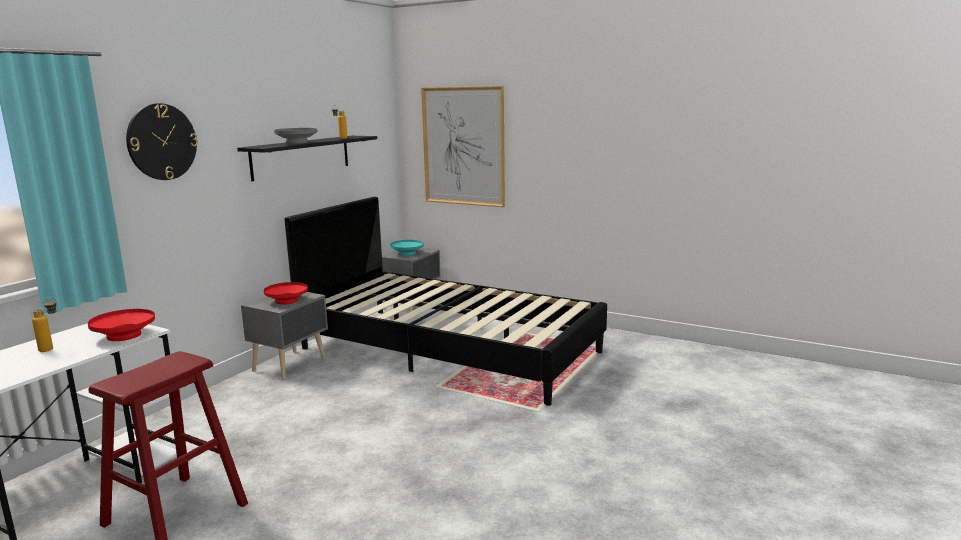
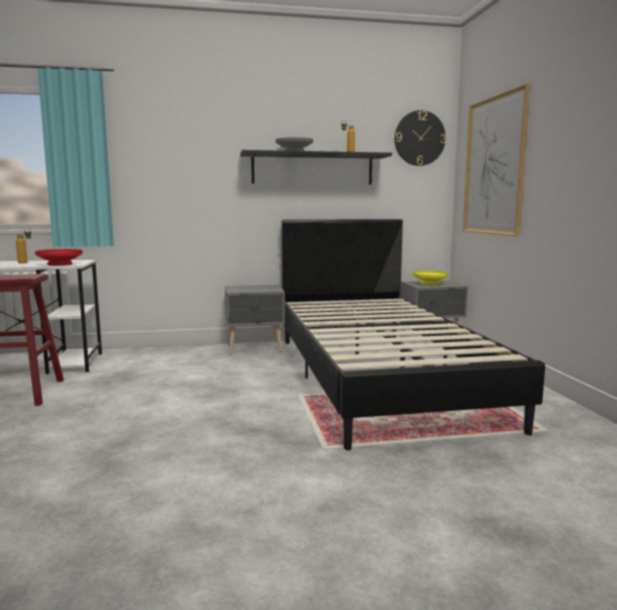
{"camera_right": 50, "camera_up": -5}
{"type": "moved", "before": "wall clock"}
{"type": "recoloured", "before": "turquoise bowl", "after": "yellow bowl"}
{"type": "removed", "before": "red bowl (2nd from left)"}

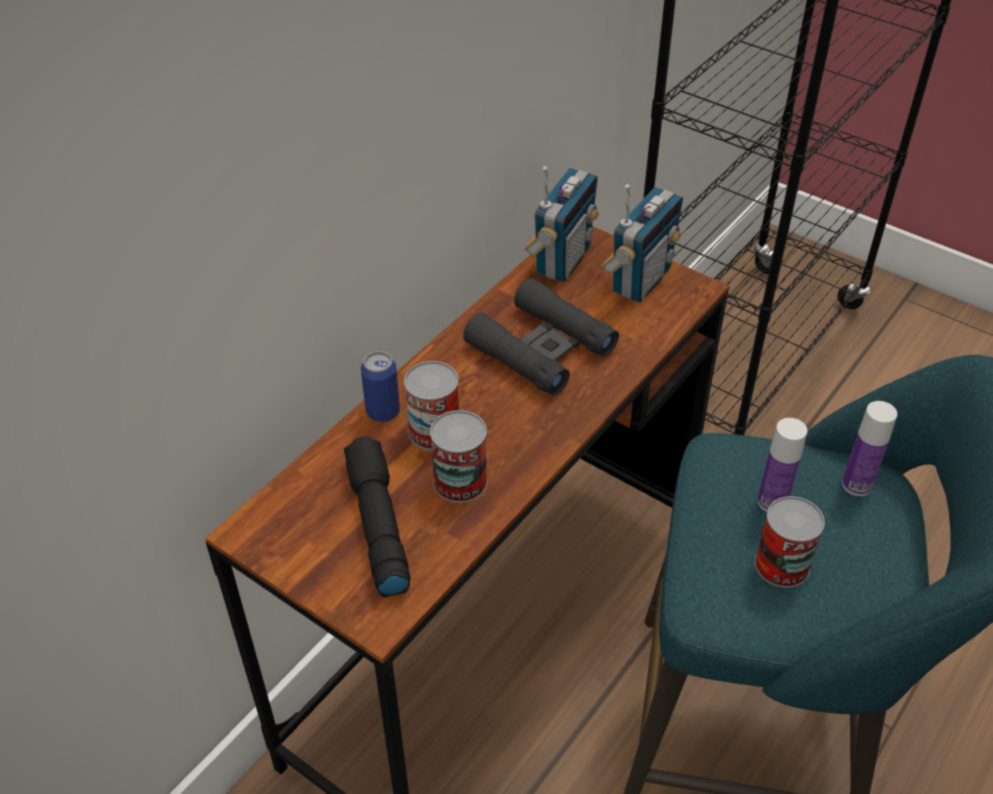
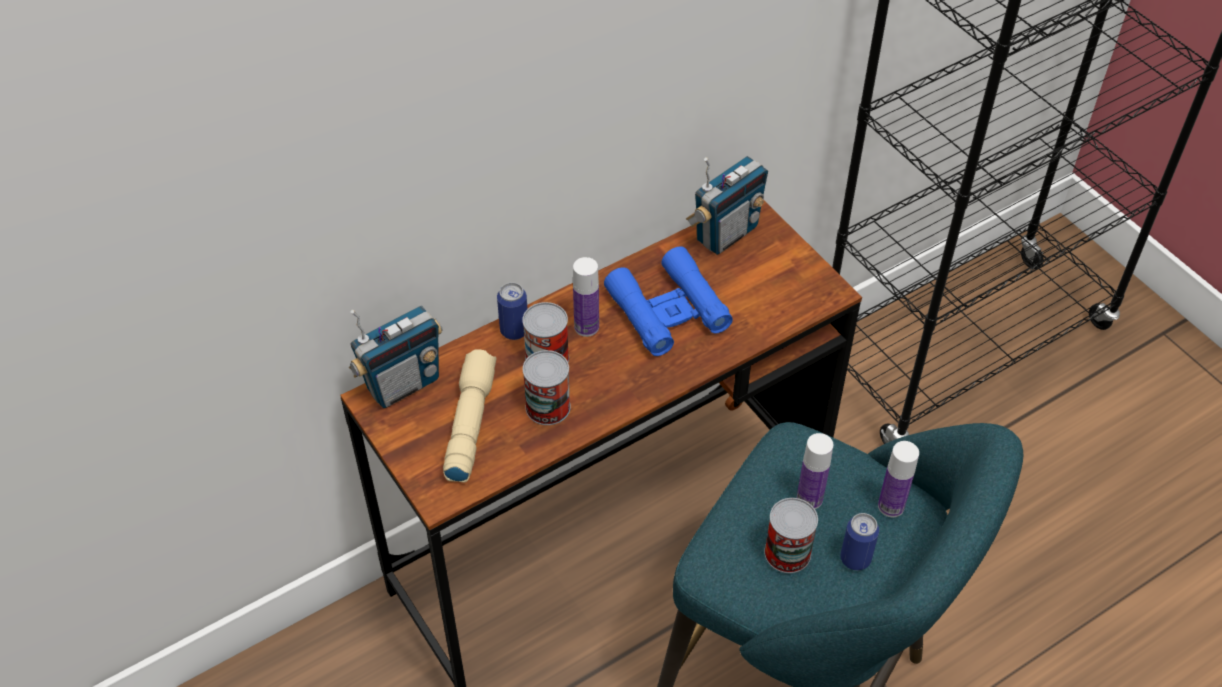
{"camera_right": 20, "camera_up": 5}
{"type": "moved", "before": "radio (2nd from left in the first image)", "after": "radio (1st from left)"}
{"type": "recoloured", "before": "black binoculars", "after": "blue binoculars"}
{"type": "recoloured", "before": "black flashlight", "after": "beige flashlight"}
{"type": "added", "after": "bottle (1st from left)"}
{"type": "added", "after": "can (5th from left)"}

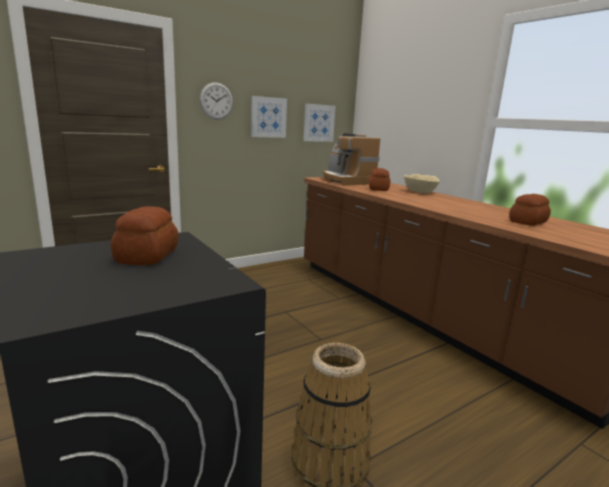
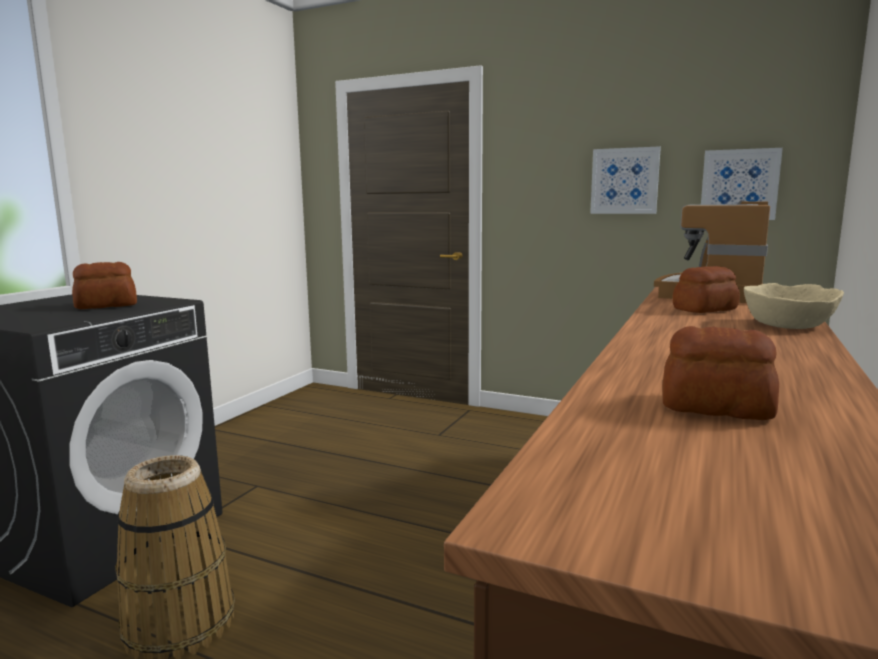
{"camera_right": 60, "camera_up": -5}
{"type": "removed", "before": "wall clock"}

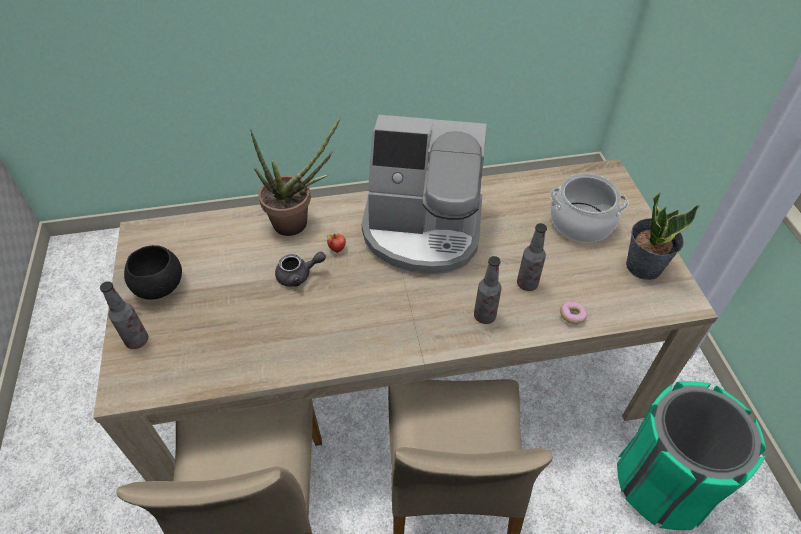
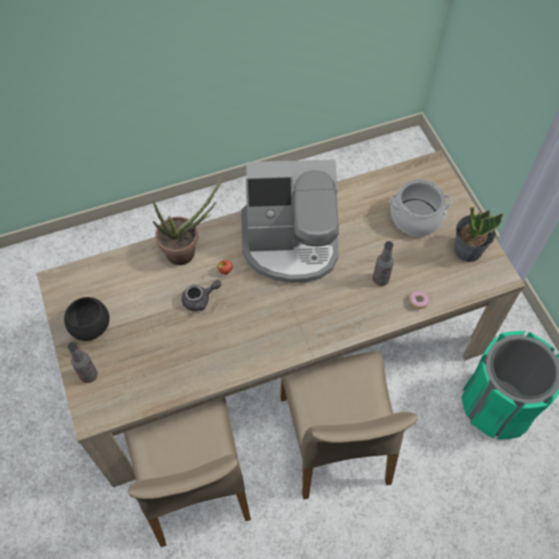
{"camera_right": -10, "camera_up": 10}
{"type": "removed", "before": "bottle (2nd from left)"}

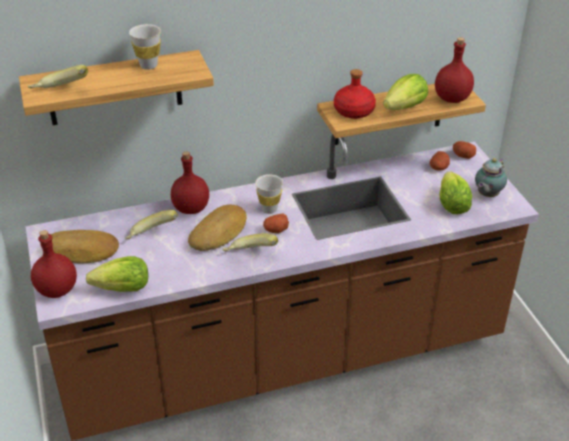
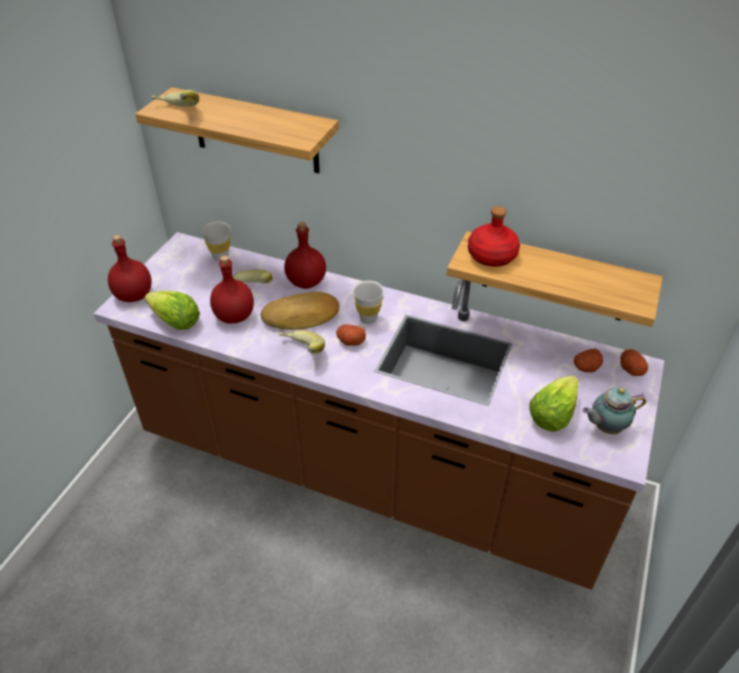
{"camera_right": 40, "camera_up": 5}
{"type": "moved", "before": "white cup (1st from left)"}
{"type": "moved", "before": "red bottle (4th from left in the first image)", "after": "red bottle (2nd from left)"}
{"type": "removed", "before": "lettuce (2nd from left)"}
{"type": "removed", "before": "bread (1st from left)"}

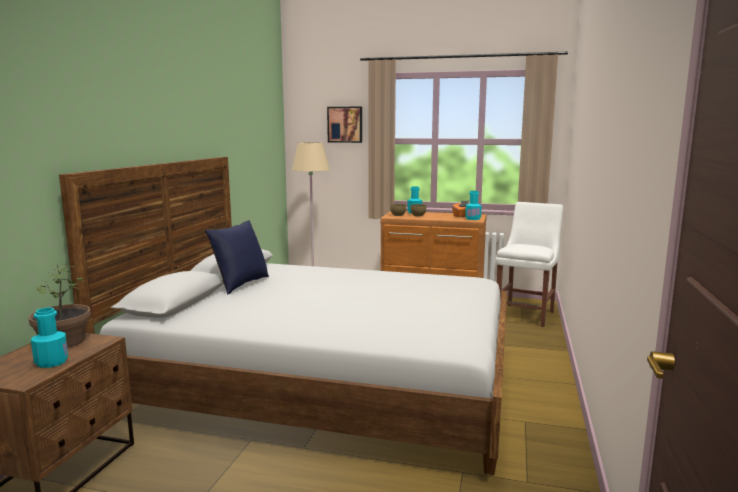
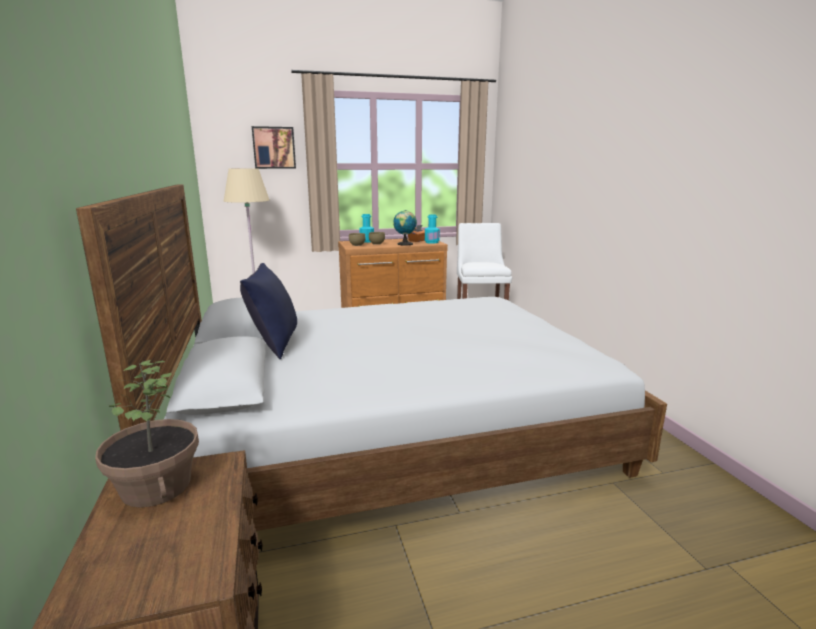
{"camera_right": -30, "camera_up": 5}
{"type": "removed", "before": "turquoise bottle (1st from left)"}
{"type": "added", "after": "globe"}

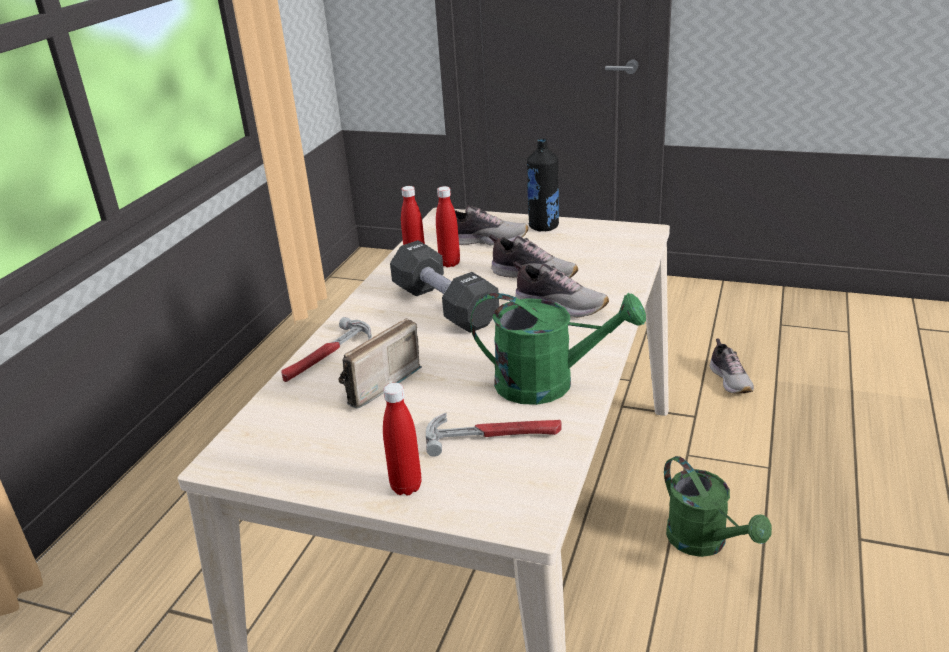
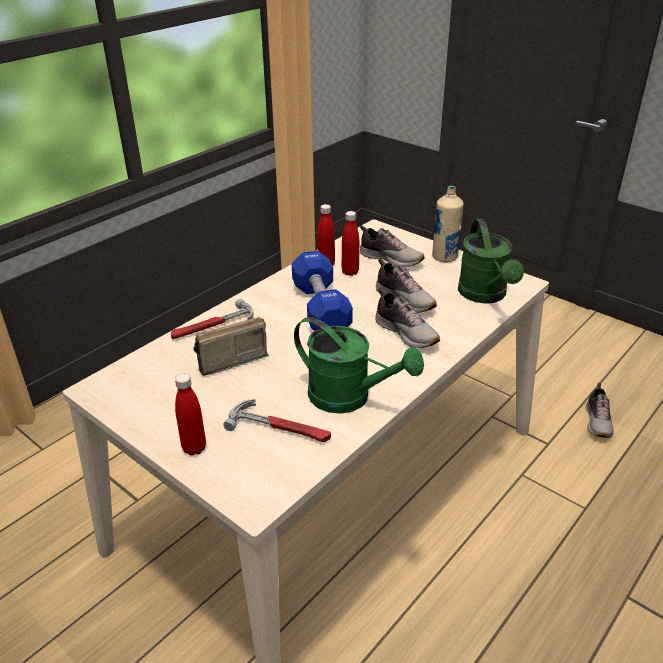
{"camera_right": 20, "camera_up": 5}
{"type": "recoloured", "before": "black bottle", "after": "beige bottle"}
{"type": "recoloured", "before": "black dumbbell", "after": "blue dumbbell"}
{"type": "moved", "before": "green watering can (2nd from left)"}

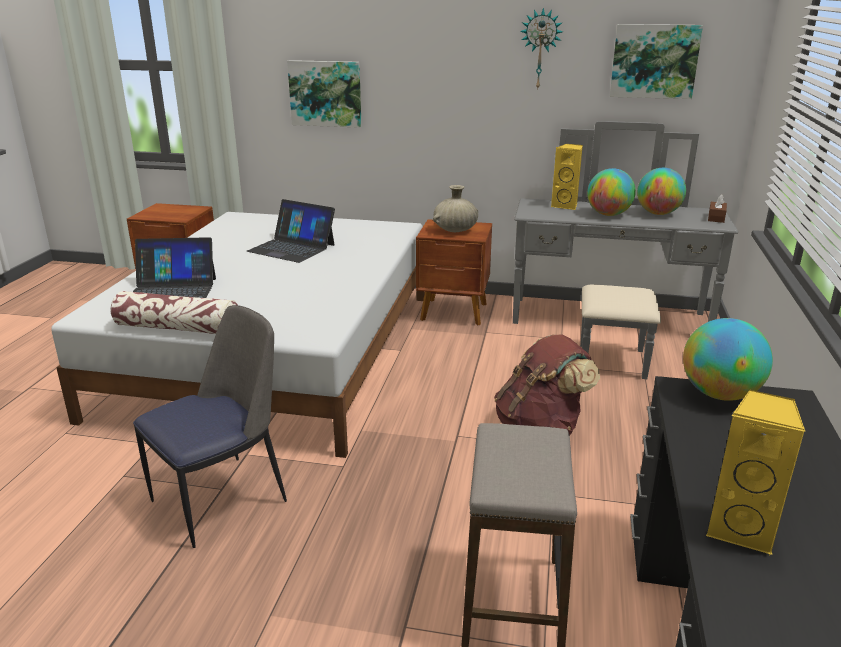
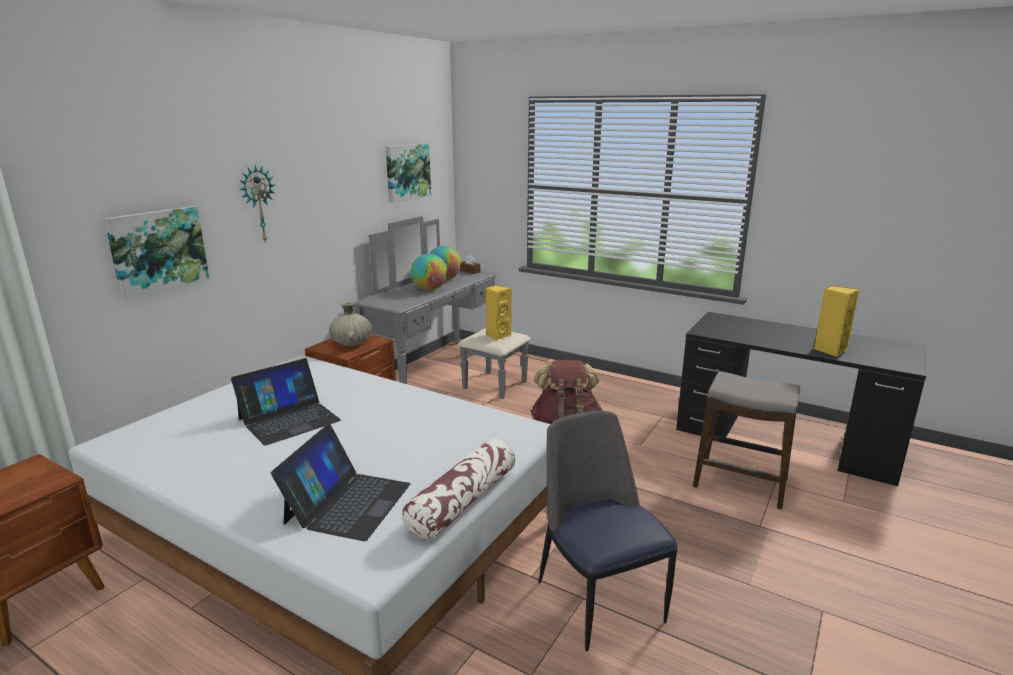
{"camera_right": -70, "camera_up": -5}
{"type": "moved", "before": "wall clock"}
{"type": "moved", "before": "yellow speaker (1st from left)"}
{"type": "removed", "before": "globe (3rd from left)"}

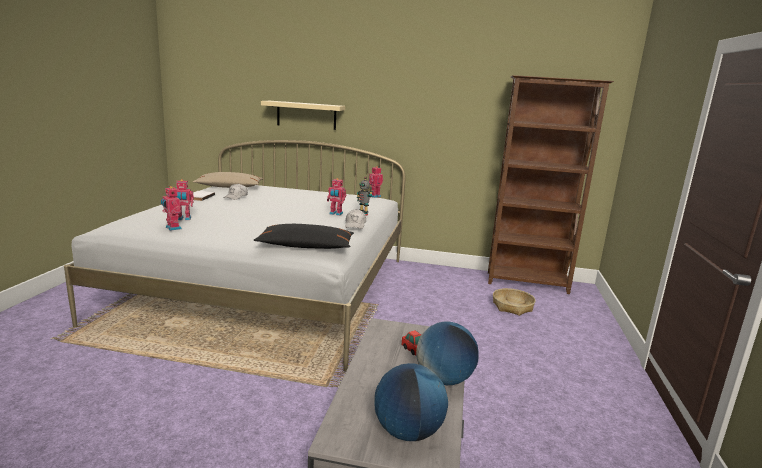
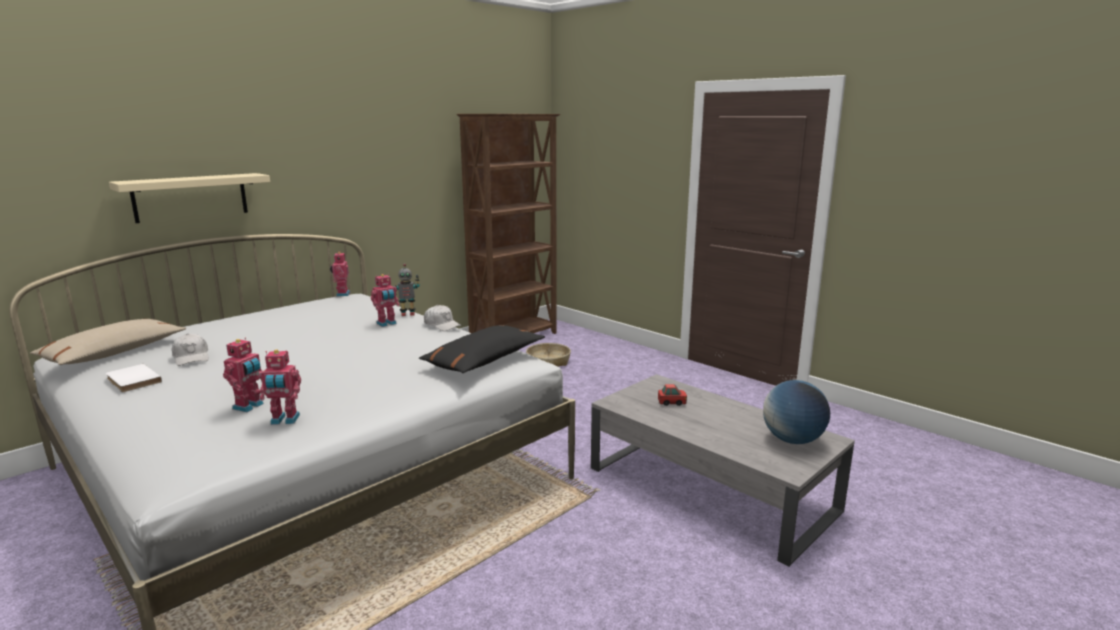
{"camera_right": -55, "camera_up": 0}
{"type": "removed", "before": "globe (2nd from left)"}

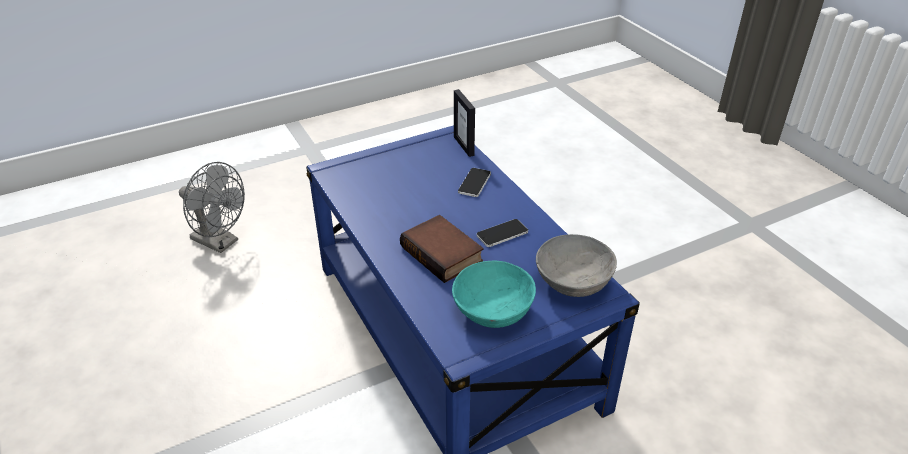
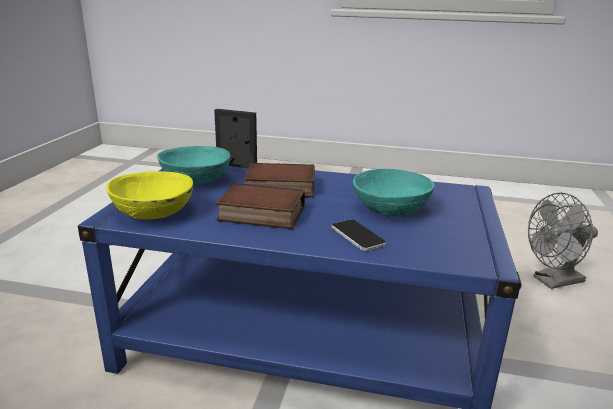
{"camera_right": 130, "camera_up": -15}
{"type": "moved", "before": "picture frame"}
{"type": "replaced", "before": "phone (2nd from left)", "after": "book (1st from left)"}
{"type": "recoloured", "before": "grey bowl", "after": "yellow bowl"}
{"type": "added", "after": "turquoise bowl (2nd from left)"}

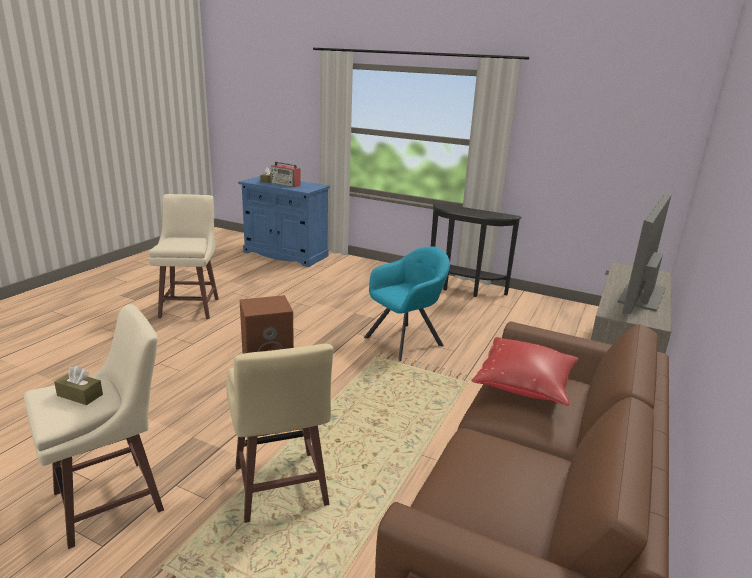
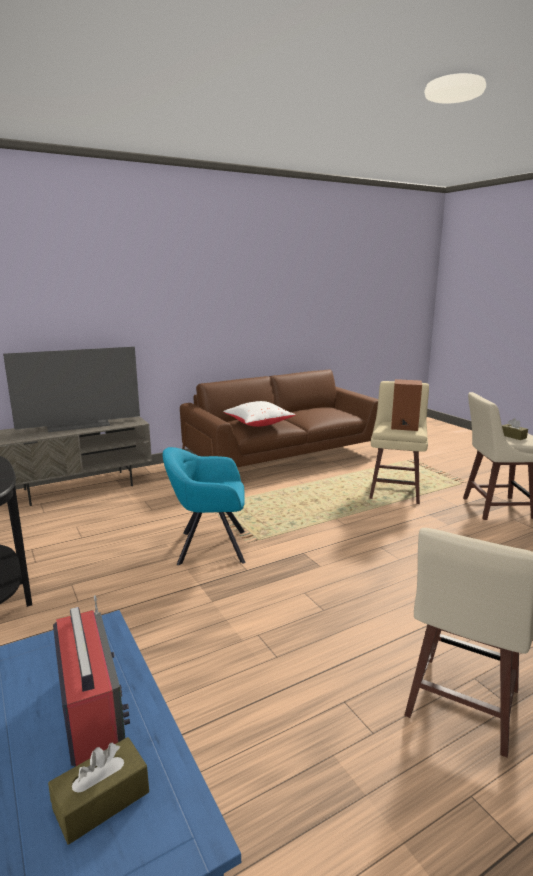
{"camera_right": -145, "camera_up": -5}
{"type": "recoloured", "before": "red pillow", "after": "white pillow"}

